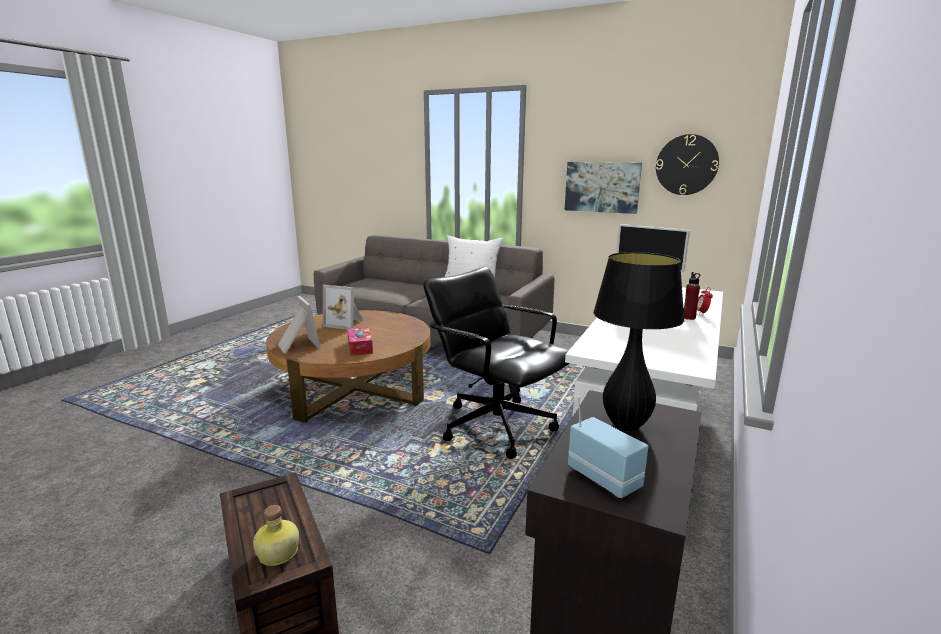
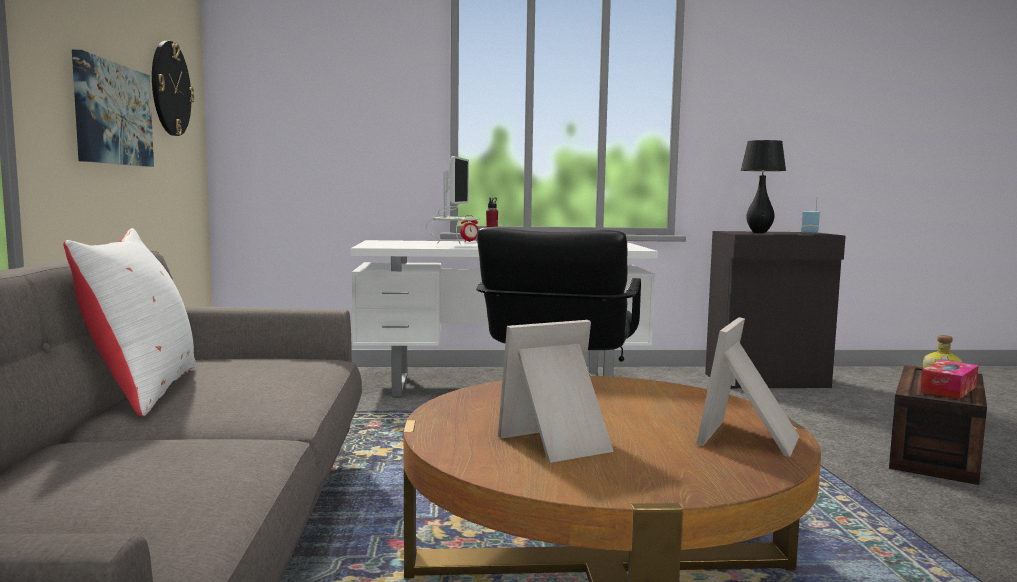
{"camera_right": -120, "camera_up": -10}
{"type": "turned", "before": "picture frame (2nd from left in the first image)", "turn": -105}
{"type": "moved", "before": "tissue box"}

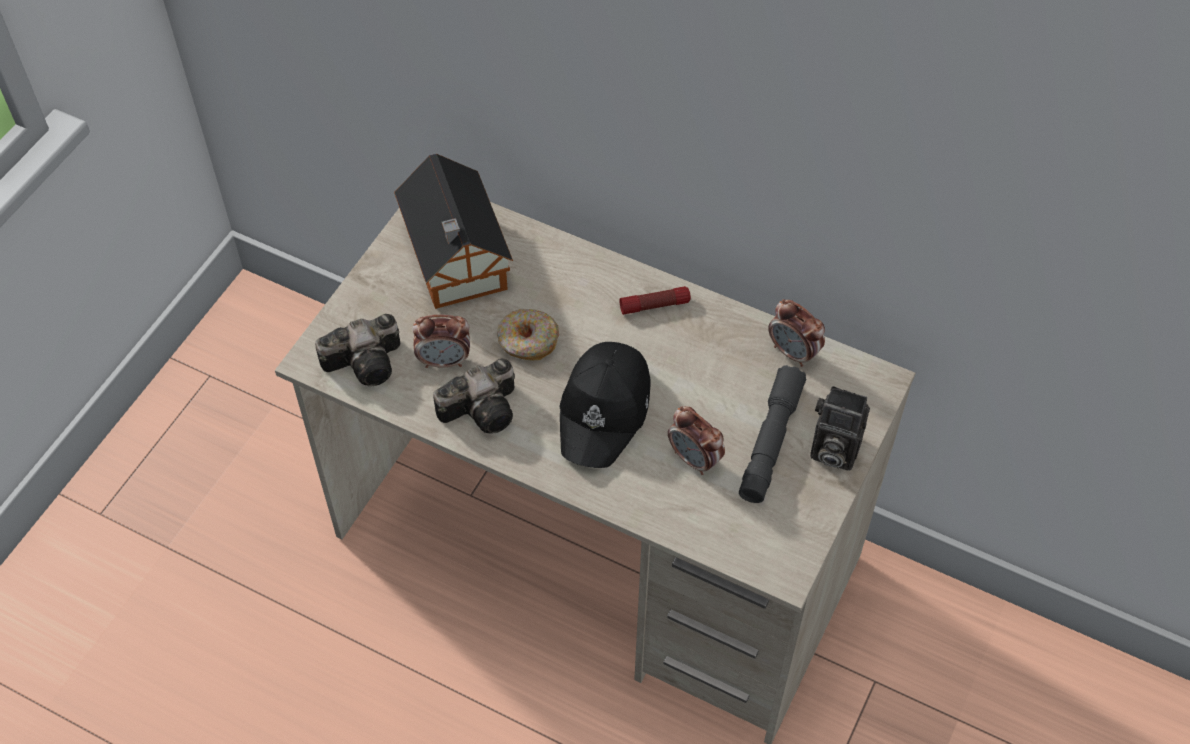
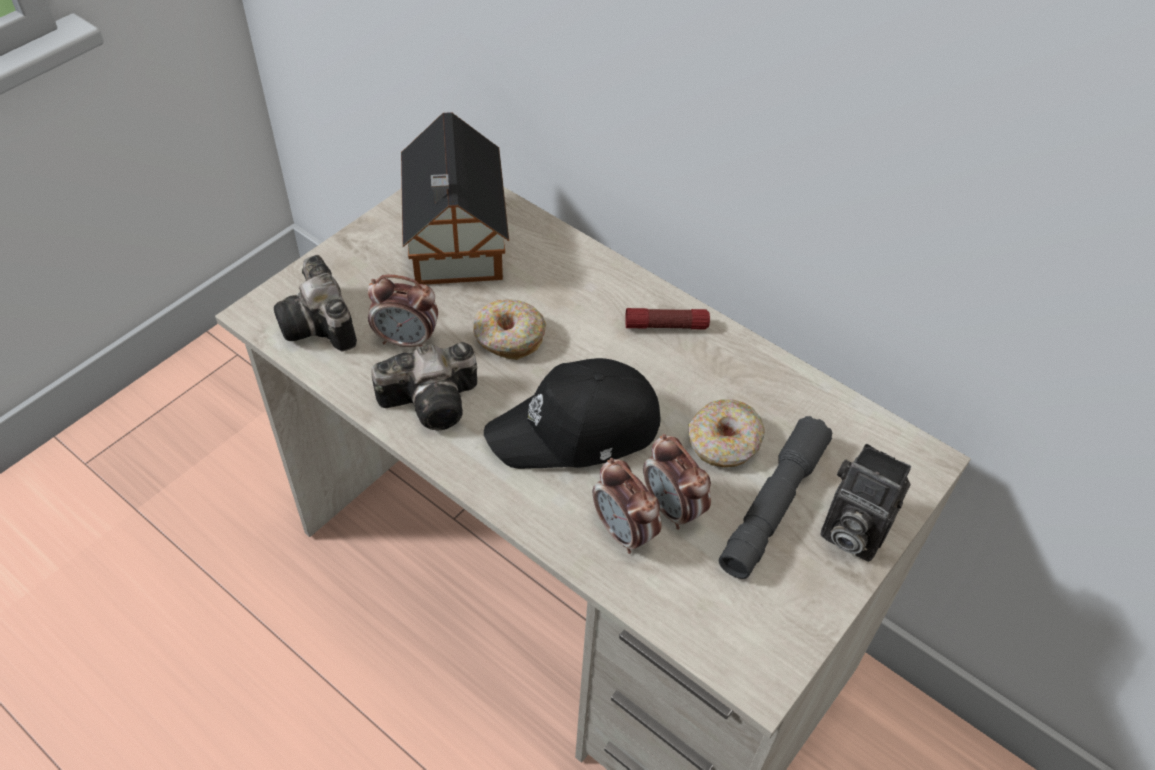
{"camera_right": 10, "camera_up": -5}
{"type": "moved", "before": "alarm clock (3rd from left in the first image)", "after": "alarm clock (2nd from left)"}
{"type": "turned", "before": "photo camera (1st from left)", "turn": 75}
{"type": "turned", "before": "black cap", "turn": 45}
{"type": "added", "after": "donut (2nd from left)"}

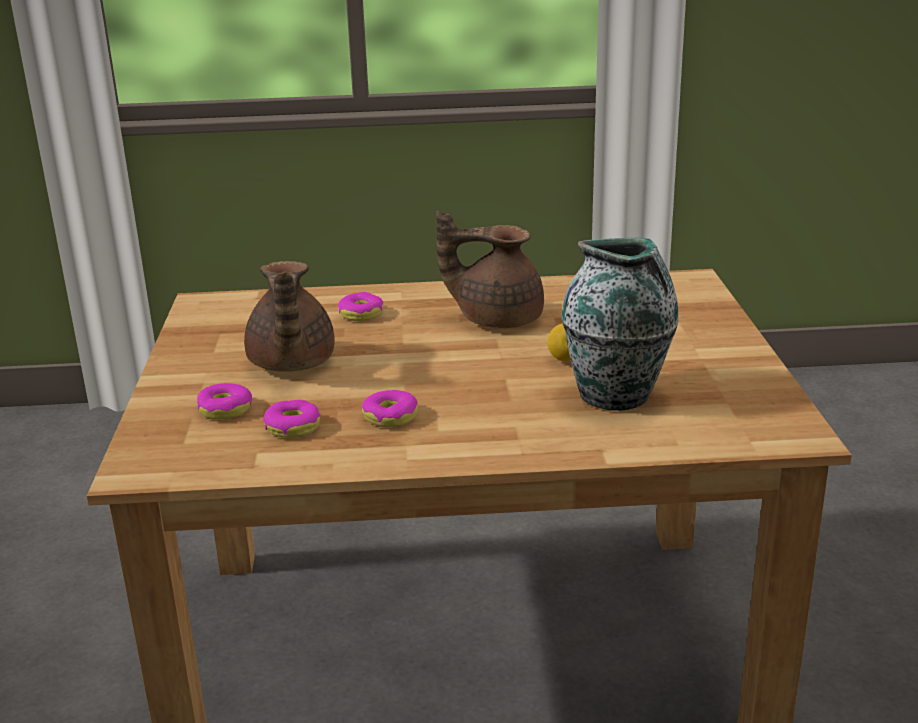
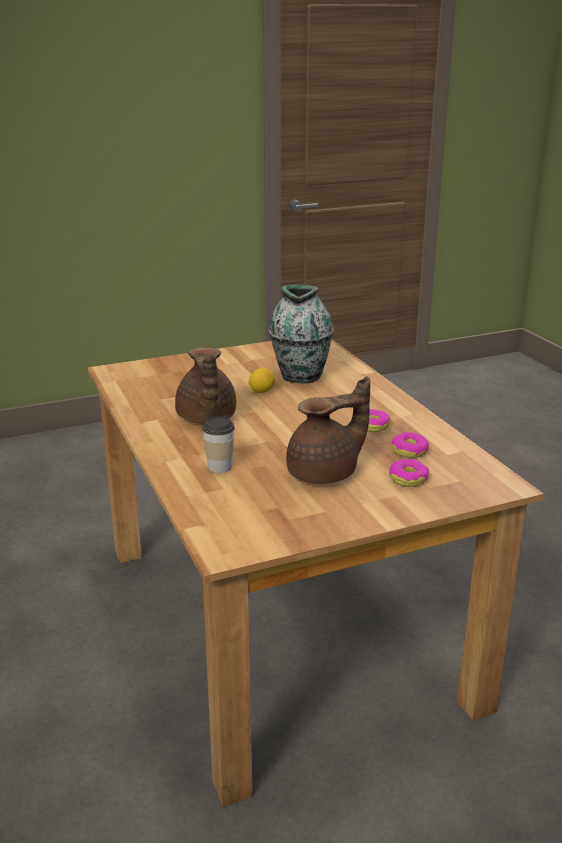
{"camera_right": -110, "camera_up": 0}
{"type": "replaced", "before": "donut (3rd from left)", "after": "cup"}

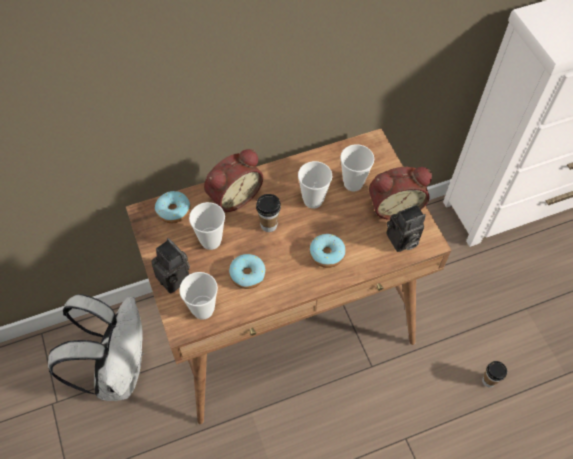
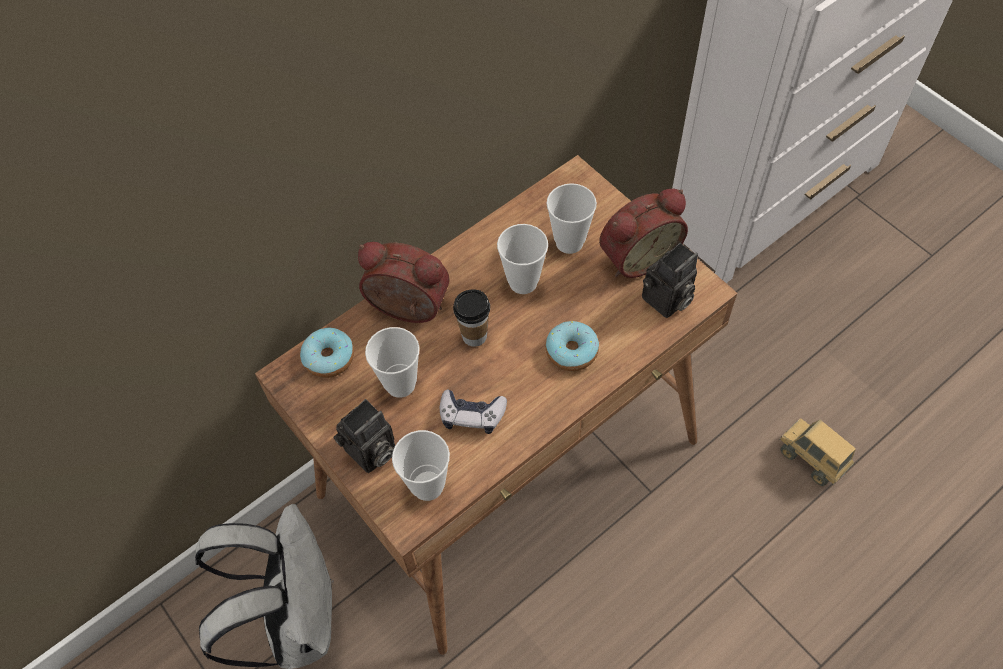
{"camera_right": -15, "camera_up": 0}
{"type": "turned", "before": "alarm clock (1st from left)", "turn": -105}
{"type": "turned", "before": "photo camera (1st from left)", "turn": 105}
{"type": "replaced", "before": "donut (2nd from left)", "after": "game controller"}
{"type": "replaced", "before": "cup (6th from left)", "after": "toy truck"}

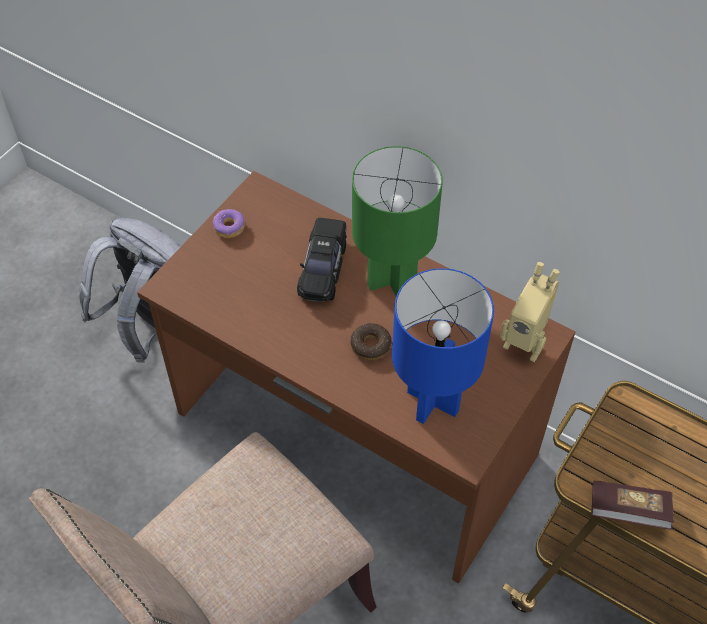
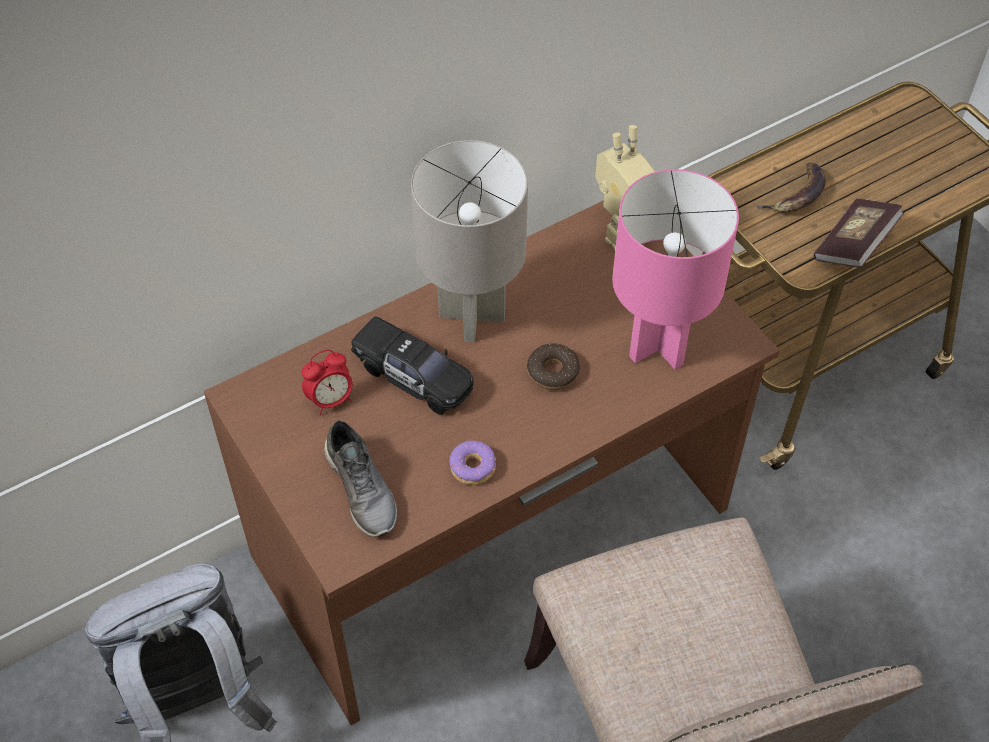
{"camera_right": -65, "camera_up": 0}
{"type": "recoloured", "before": "green table lamp", "after": "grey table lamp"}
{"type": "moved", "before": "donut (1st from left)"}
{"type": "recoloured", "before": "blue table lamp", "after": "pink table lamp"}
{"type": "added", "after": "banana"}
{"type": "added", "after": "alarm clock"}
{"type": "added", "after": "grey shoe"}

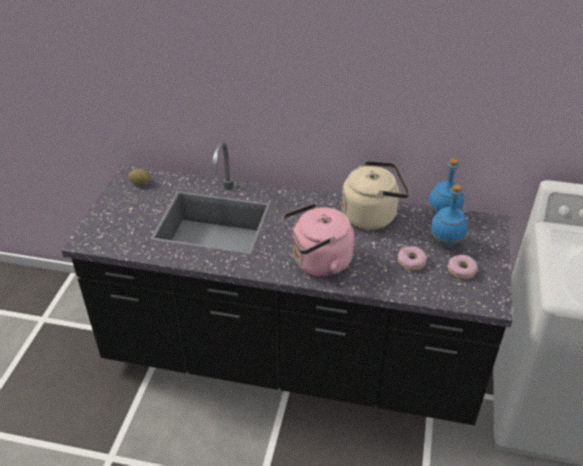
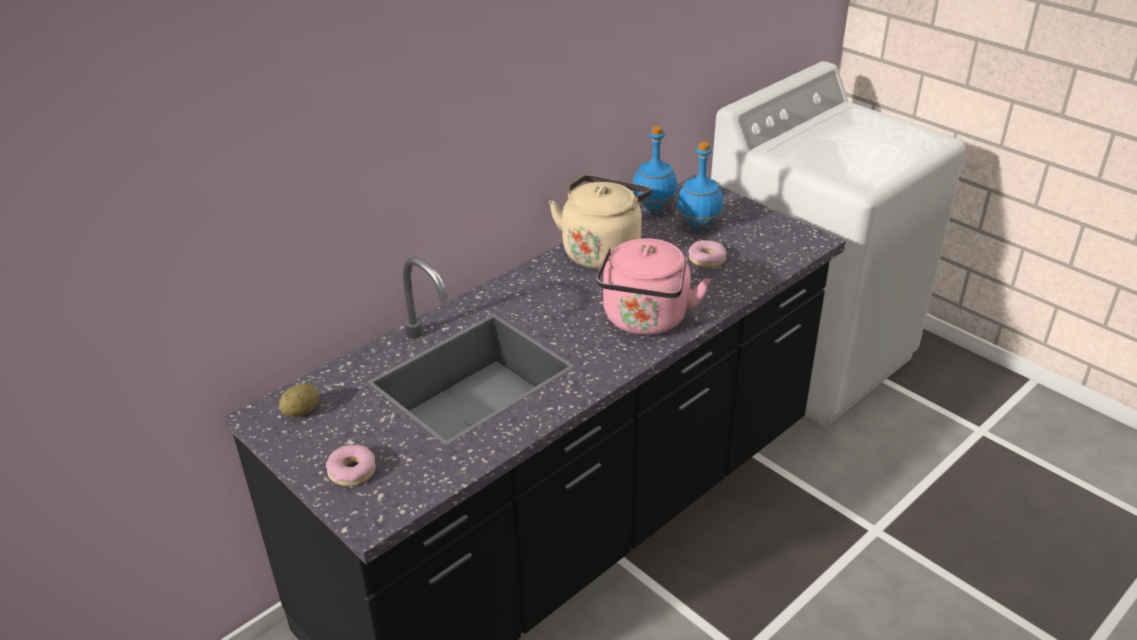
{"camera_right": -55, "camera_up": -5}
{"type": "moved", "before": "donut (2nd from left in the first image)", "after": "donut (1st from left)"}

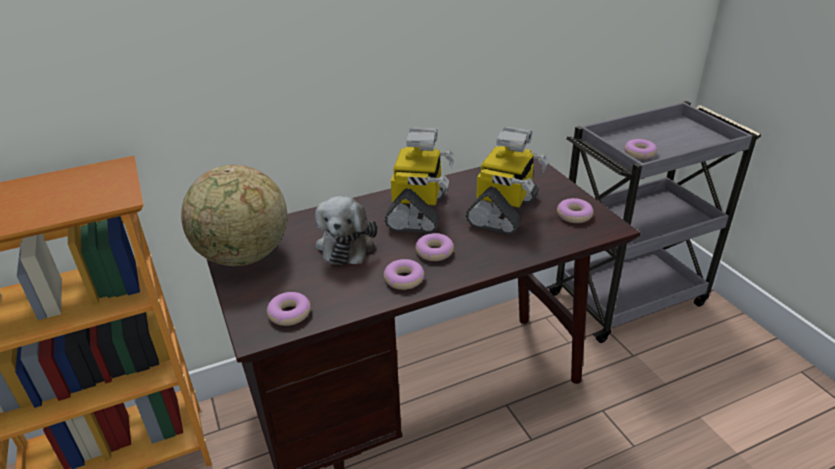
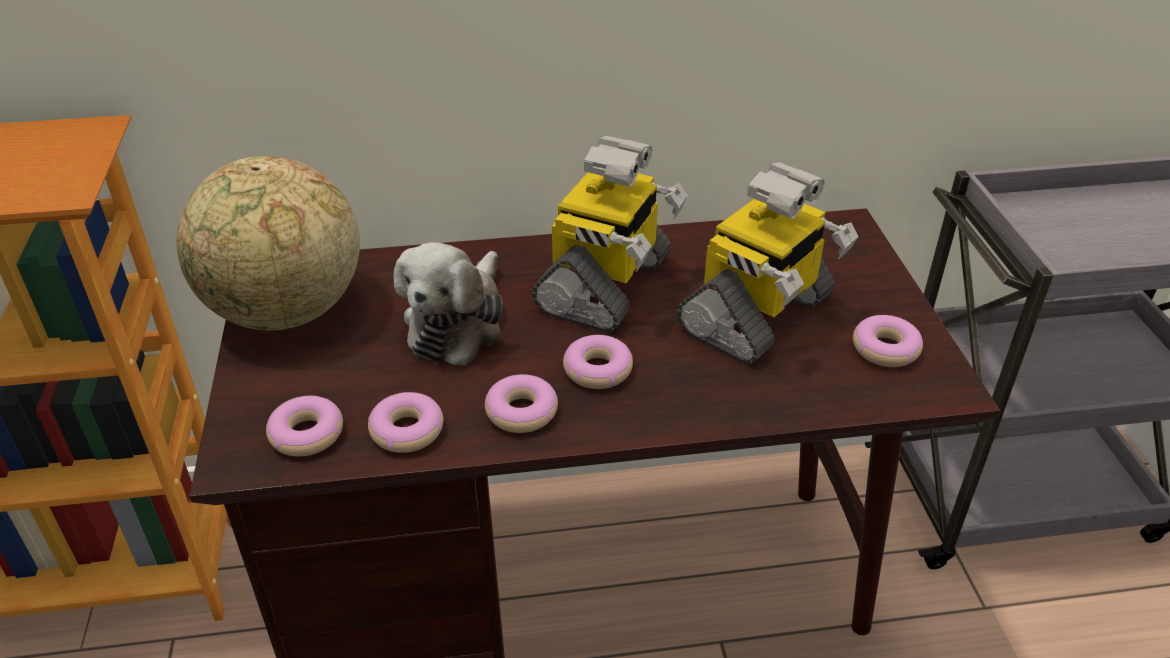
{"camera_right": 15, "camera_up": 5}
{"type": "moved", "before": "donut (5th from left in the first image)", "after": "donut (2nd from left)"}

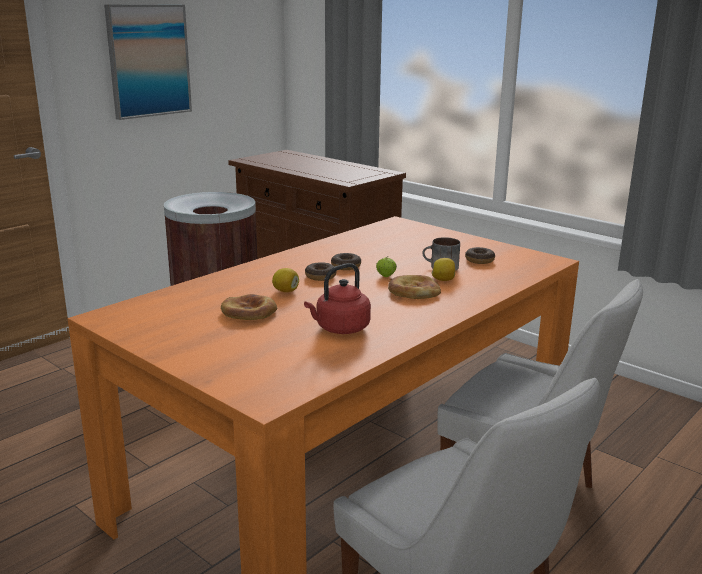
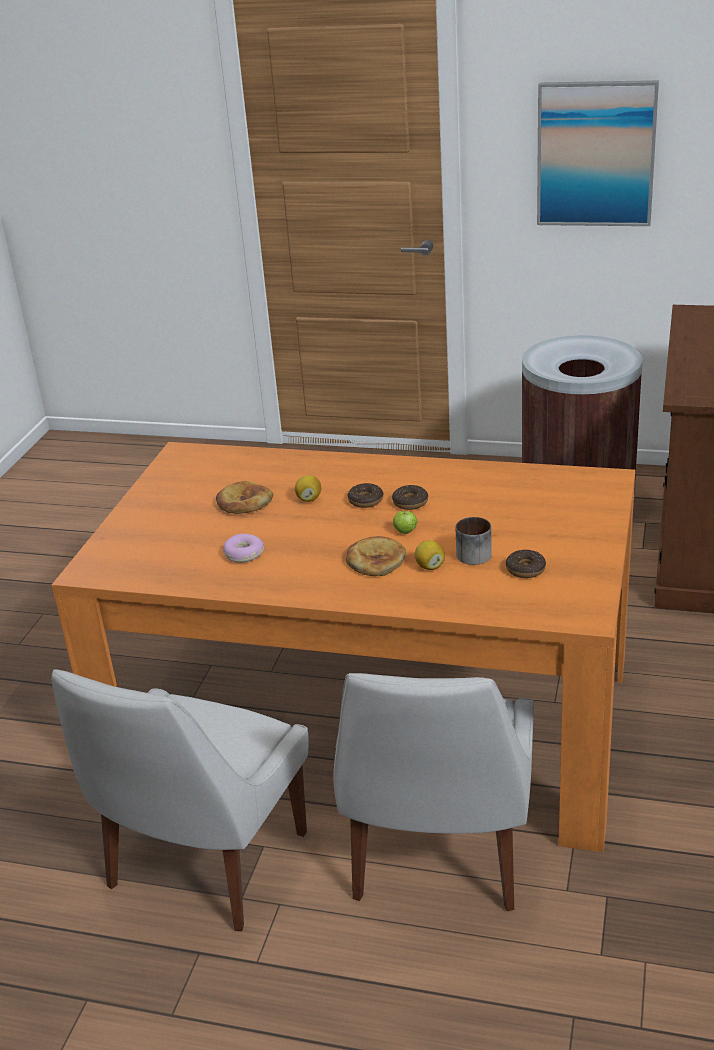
{"camera_right": 65, "camera_up": 10}
{"type": "replaced", "before": "red kettle", "after": "donut (1st from left)"}

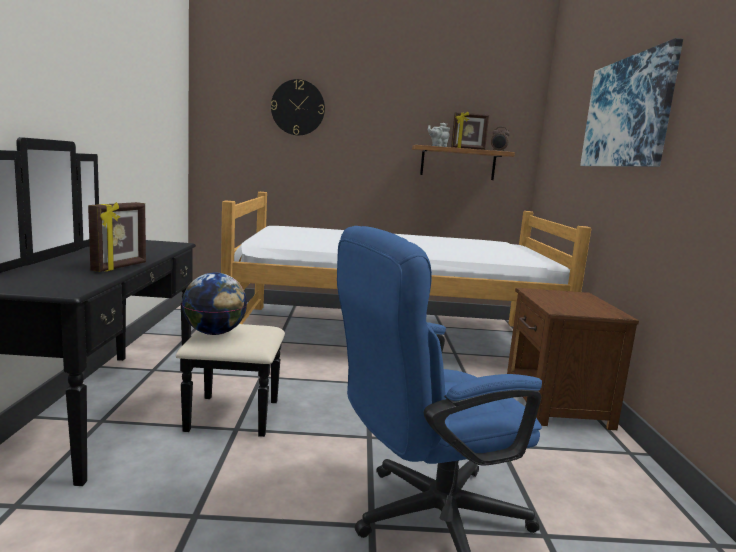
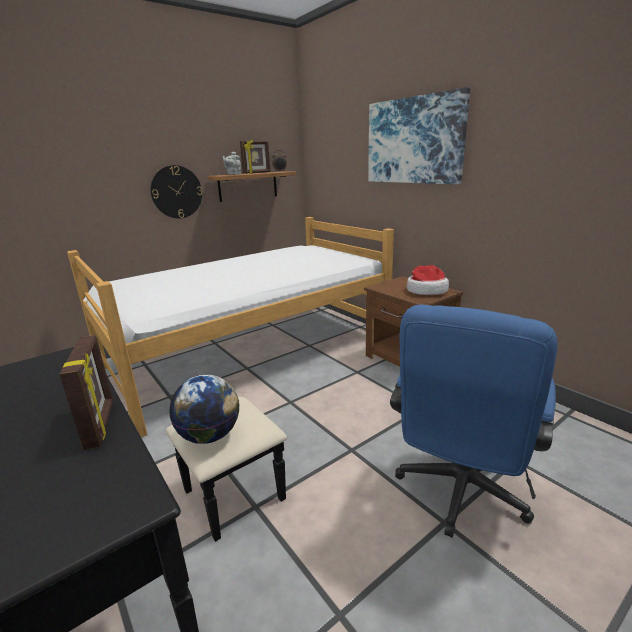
{"camera_right": -35, "camera_up": 10}
{"type": "moved", "before": "wall clock"}
{"type": "added", "after": "hat"}

